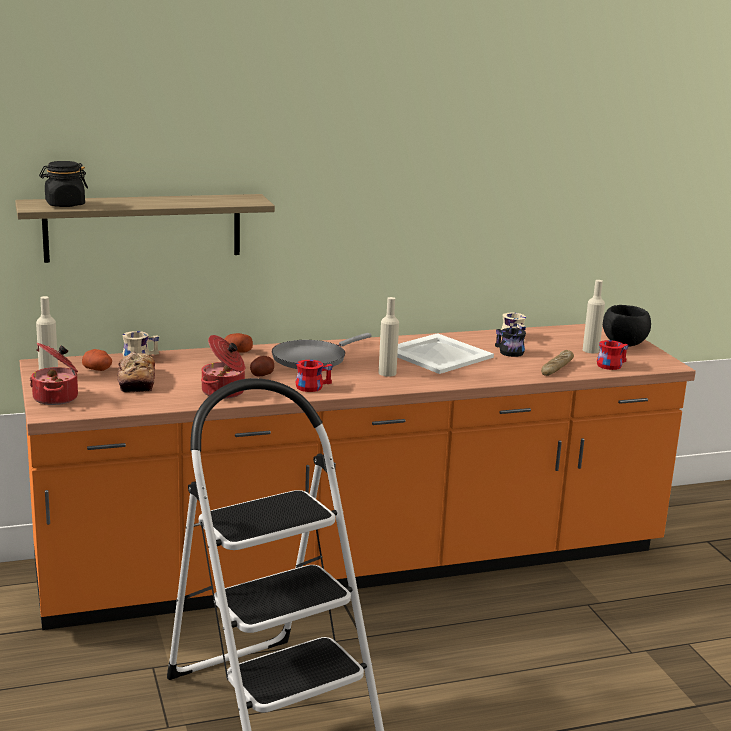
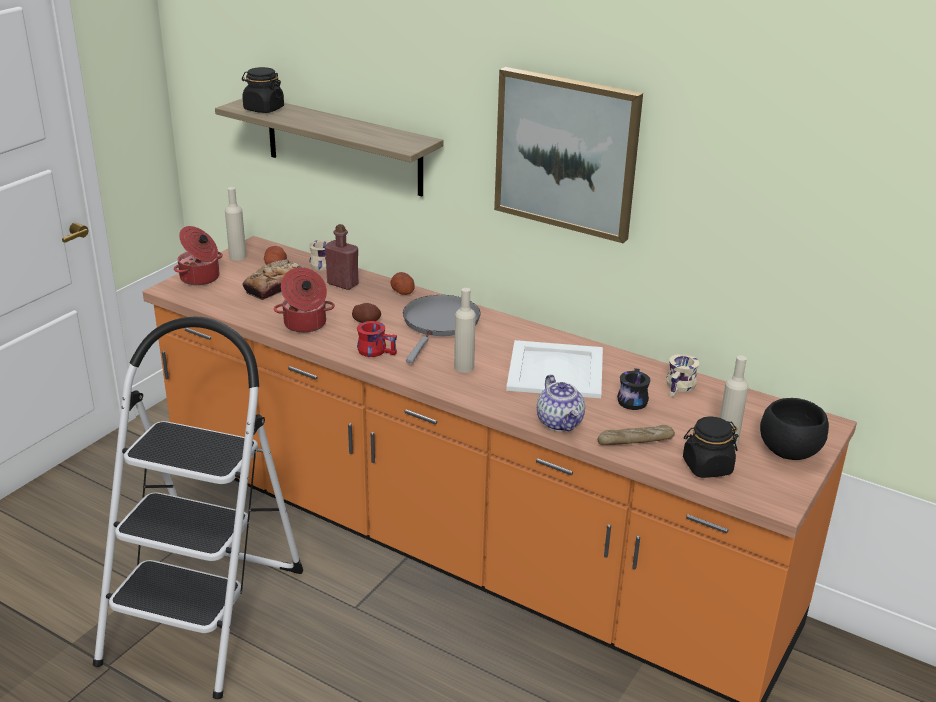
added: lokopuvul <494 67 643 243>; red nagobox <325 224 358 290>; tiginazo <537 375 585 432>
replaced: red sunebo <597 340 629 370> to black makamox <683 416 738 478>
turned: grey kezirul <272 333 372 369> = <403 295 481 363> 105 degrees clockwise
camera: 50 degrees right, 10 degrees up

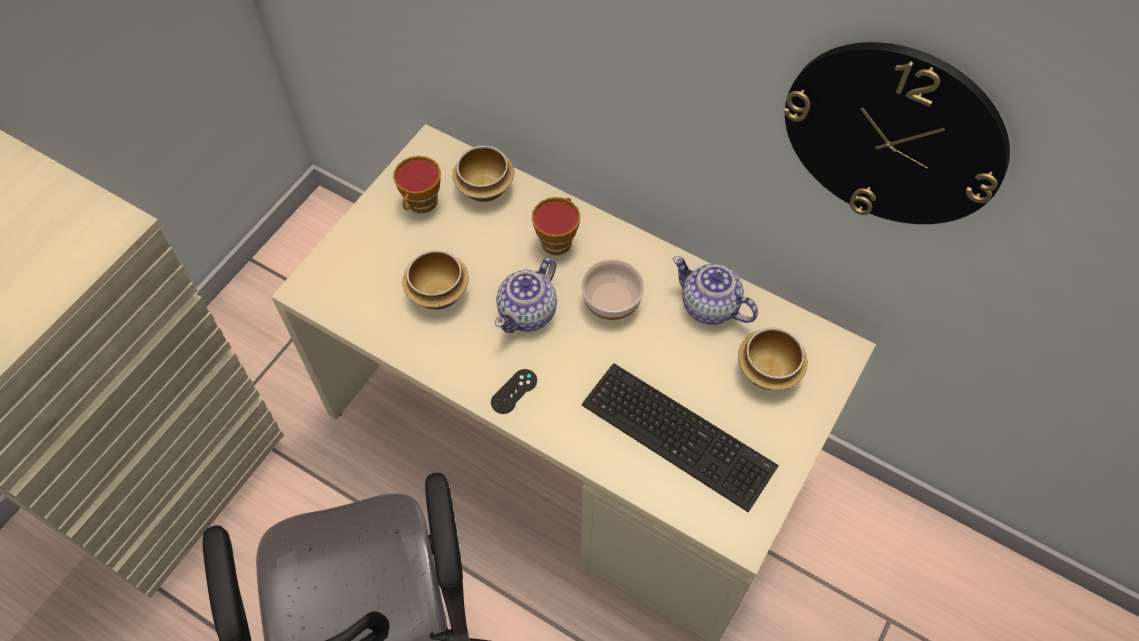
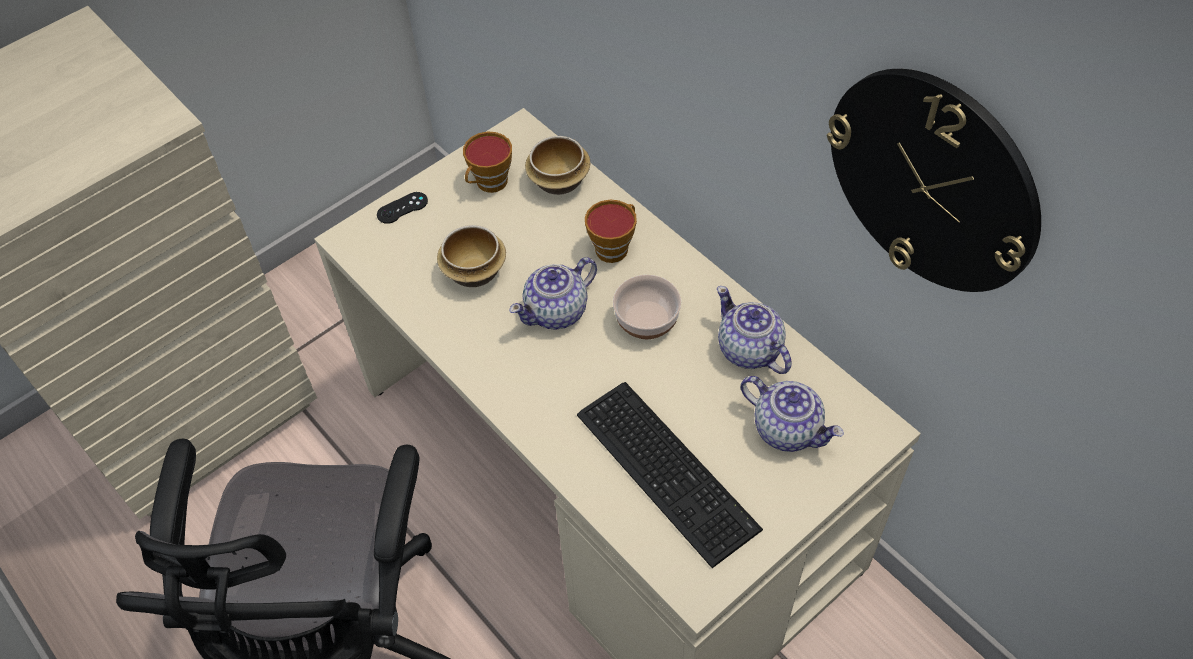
moved: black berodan <491 369 537 414> to <377 192 428 224>
replaced: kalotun <738 328 807 390> to tiginazo <741 376 844 452>
camera: 20 degrees right, 5 degrees down

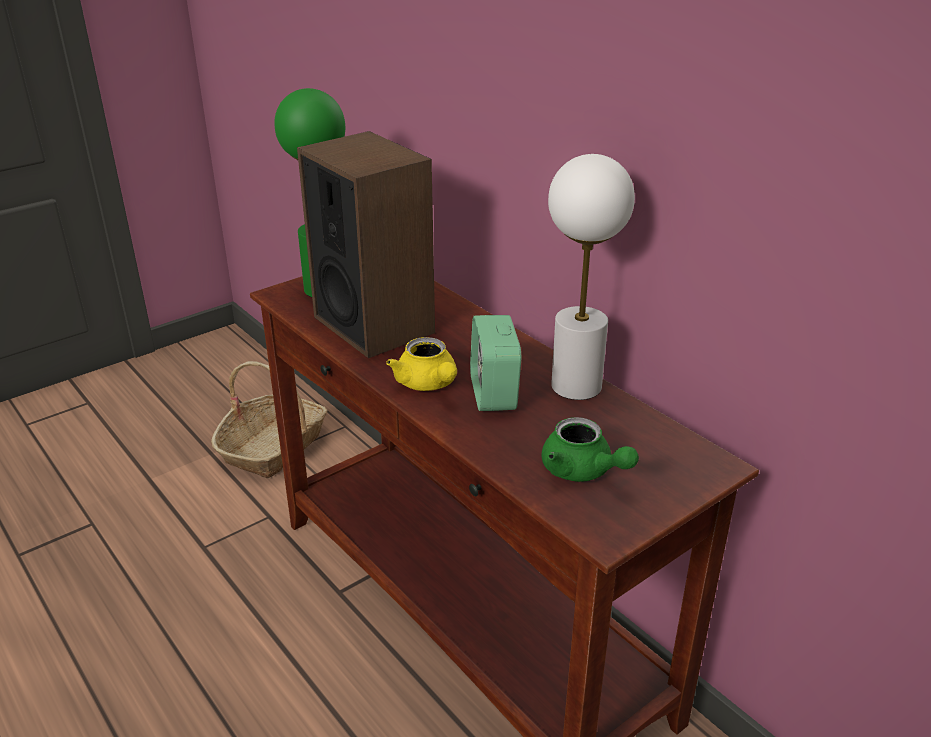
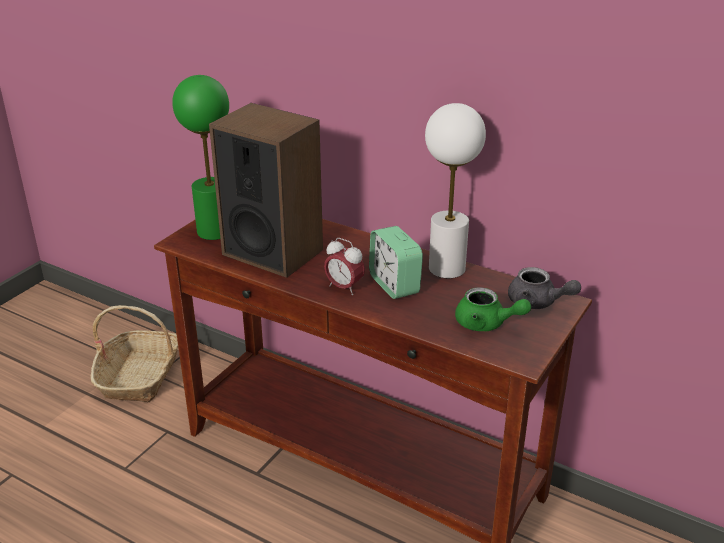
added: grey tiginazo <508 267 581 309>
replaced: yellow tiginazo <386 337 457 391> to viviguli <324 238 365 295>
camera: 20 degrees left, 0 degrees up

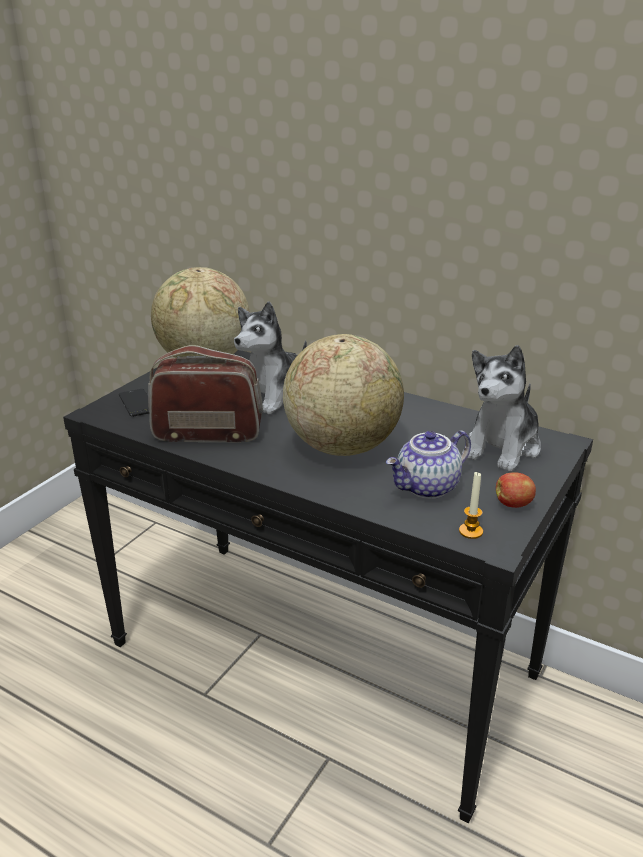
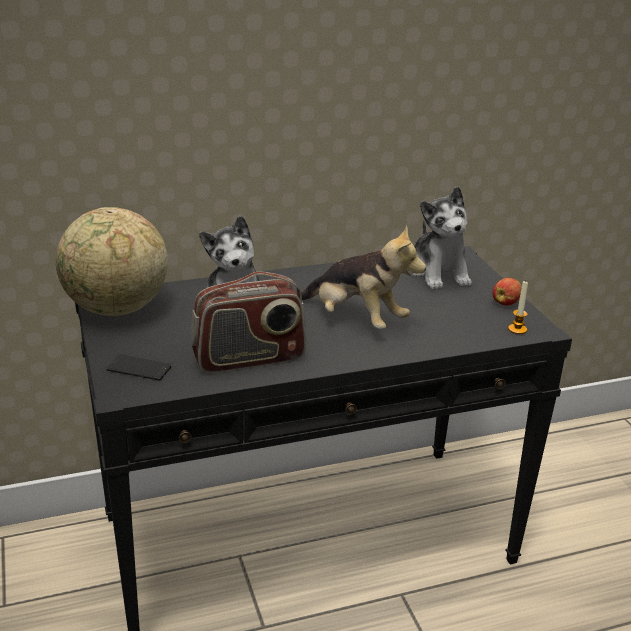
removed: tiginazo <386 430 471 499>
replaced: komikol <283 334 404 456> to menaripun <301 225 426 329>
turned: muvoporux <148 345 263 442> = <191 271 306 373> 150 degrees counterclockwise
camera: 50 degrees left, 0 degrees up

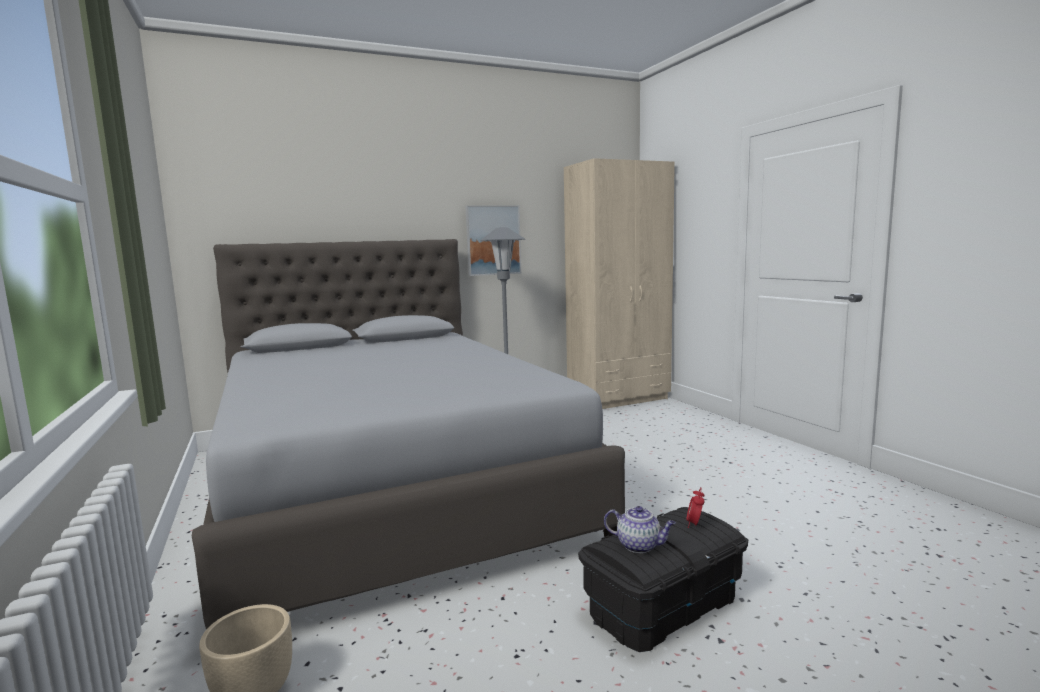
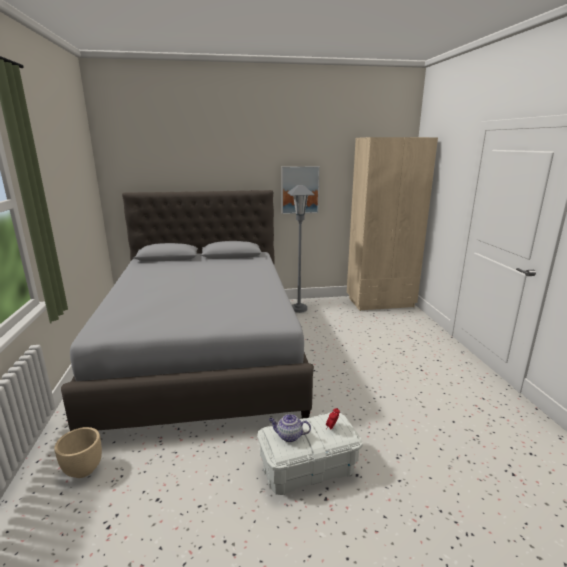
recoloured: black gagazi <578 507 748 652> to white gagazi <257 412 363 495>
turned: tiginazo <604 506 676 553> = <269 414 311 442> 150 degrees clockwise
camera: 15 degrees right, 10 degrees up

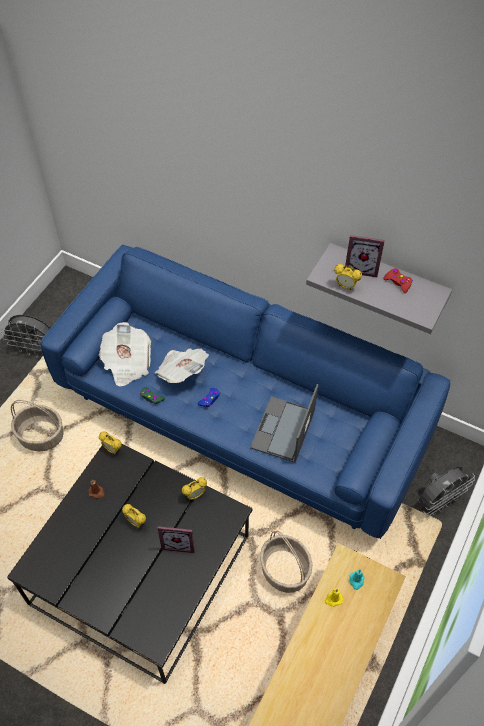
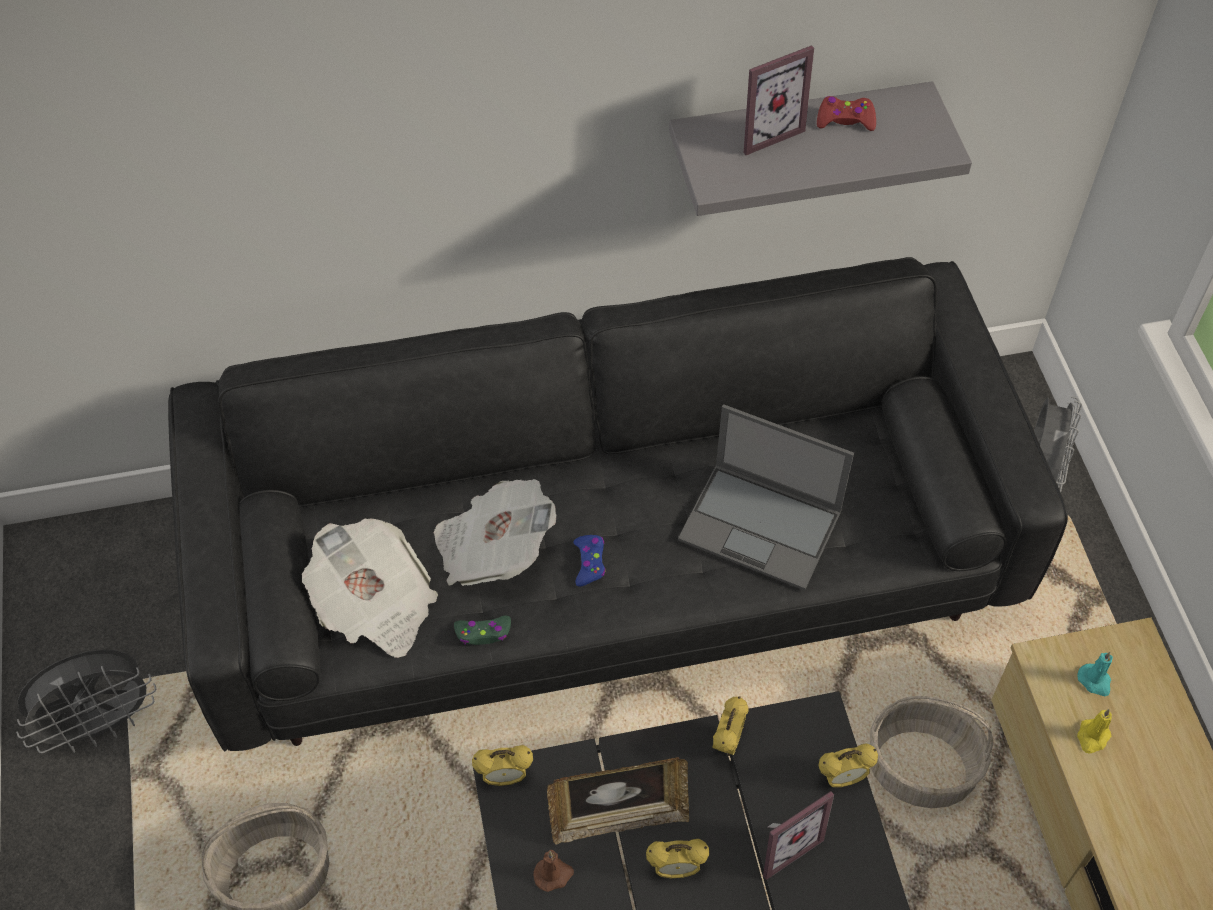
added: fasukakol <547 757 689 844>
moved: viviguli <334 264 362 290> to <818 744 878 787>
recoloured: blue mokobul <41 245 450 539> to black mokobul <168 257 1068 751>
turned: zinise <250 384 318 463> = <678 404 854 590> 45 degrees counterclockwise
camera: 40 degrees left, 0 degrees up

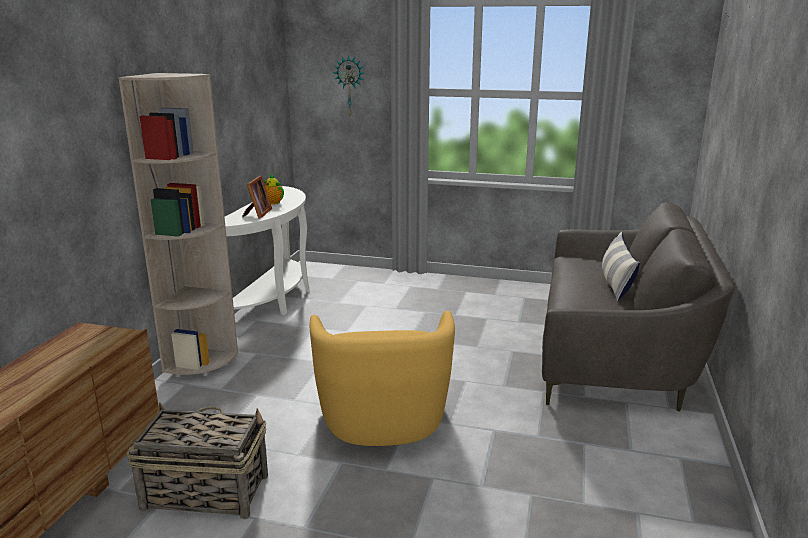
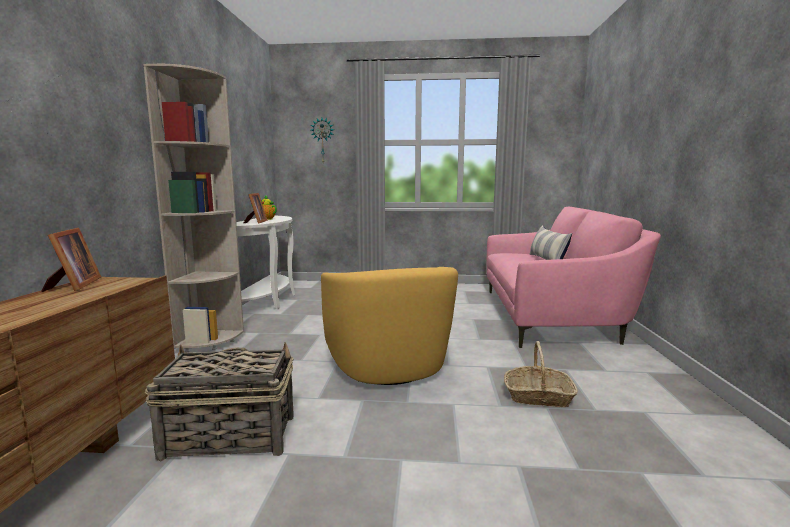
added: fasukakol <41 228 101 292>; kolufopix <504 341 578 407>
recoloured: grey mokobul <542 202 734 411> to pink mokobul <487 207 661 348>
camera: 10 degrees left, 10 degrees down

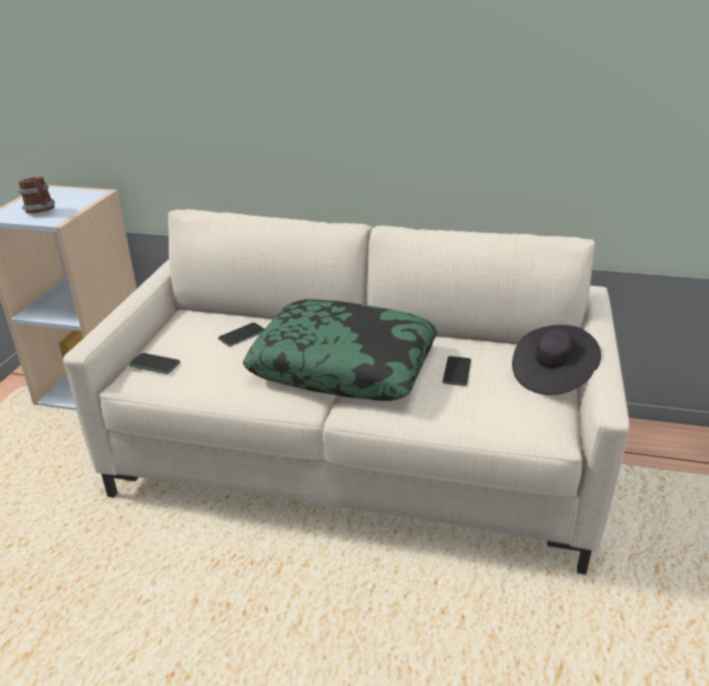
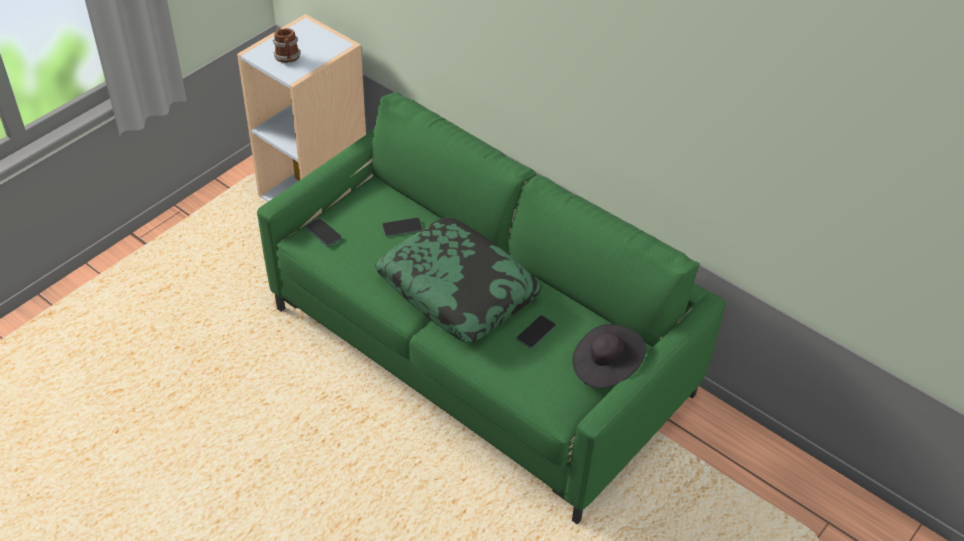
recoloured: beige mokobul <63 209 629 575> to green mokobul <257 92 726 524>
camera: 25 degrees right, 15 degrees up

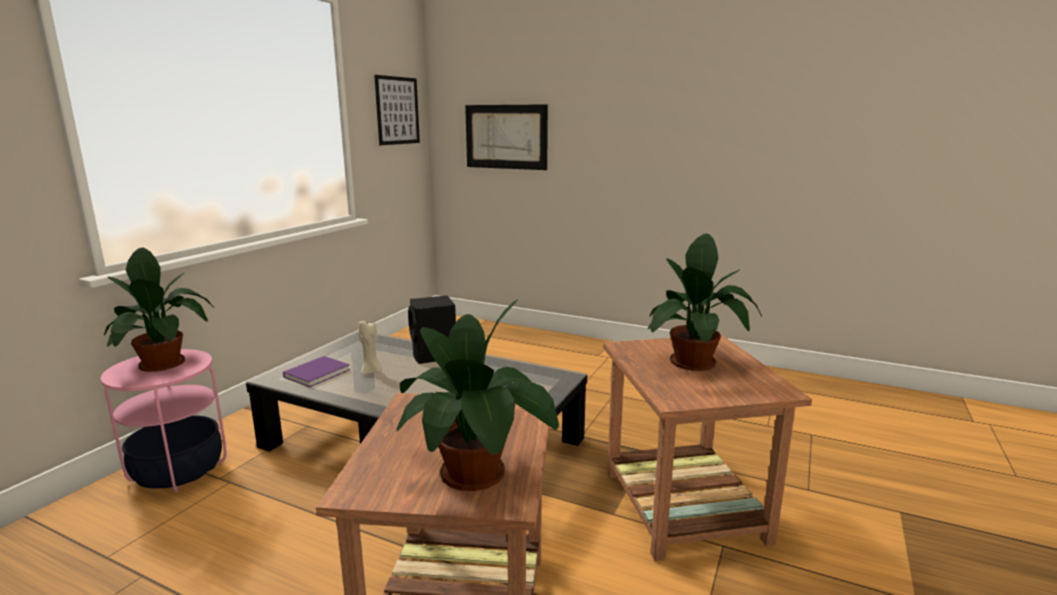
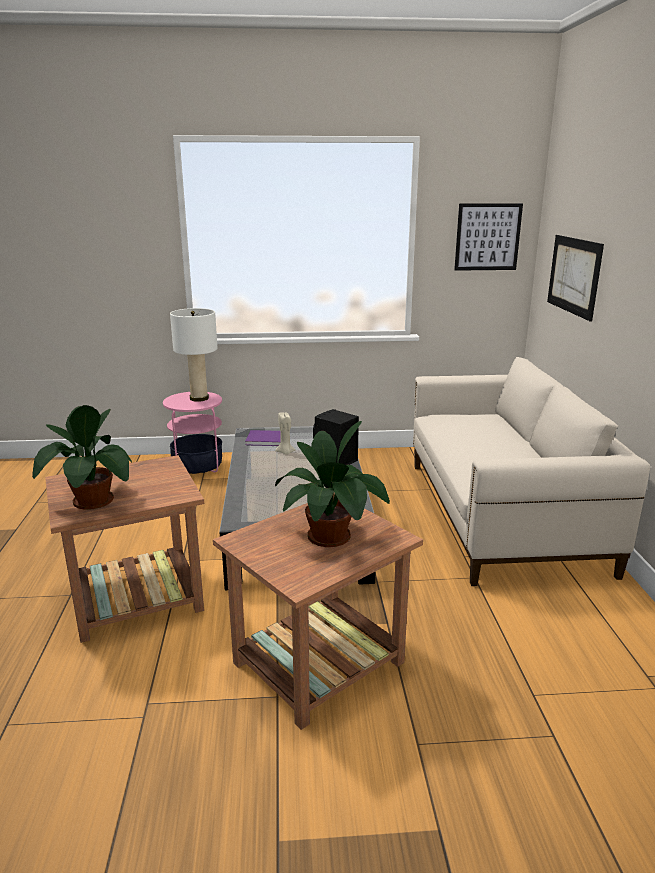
added: beige mokobul <413 357 650 586>
replaced: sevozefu <104 248 214 372> to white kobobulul <170 308 217 402>
camera: 60 degrees right, 5 degrees up

